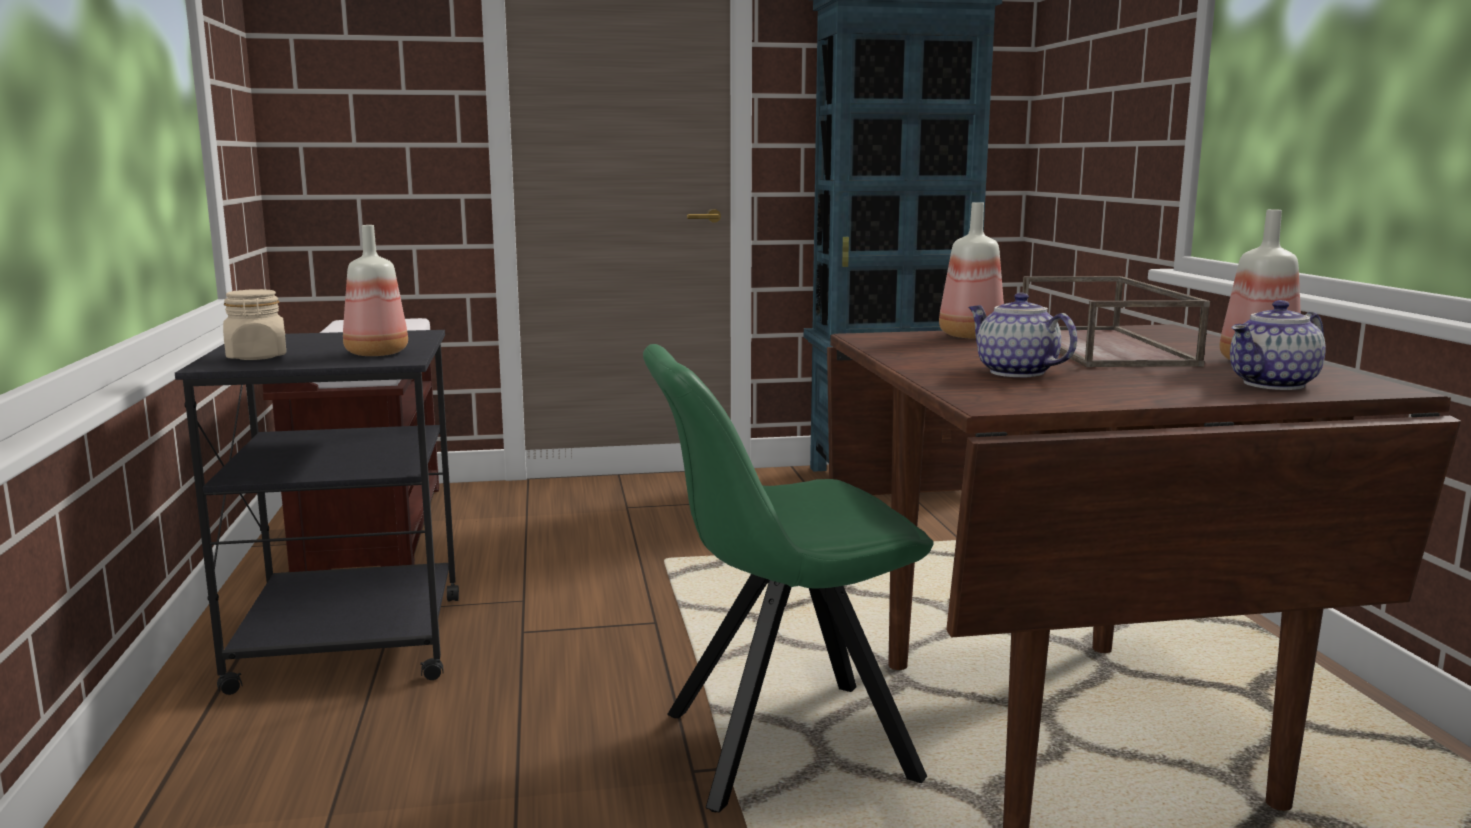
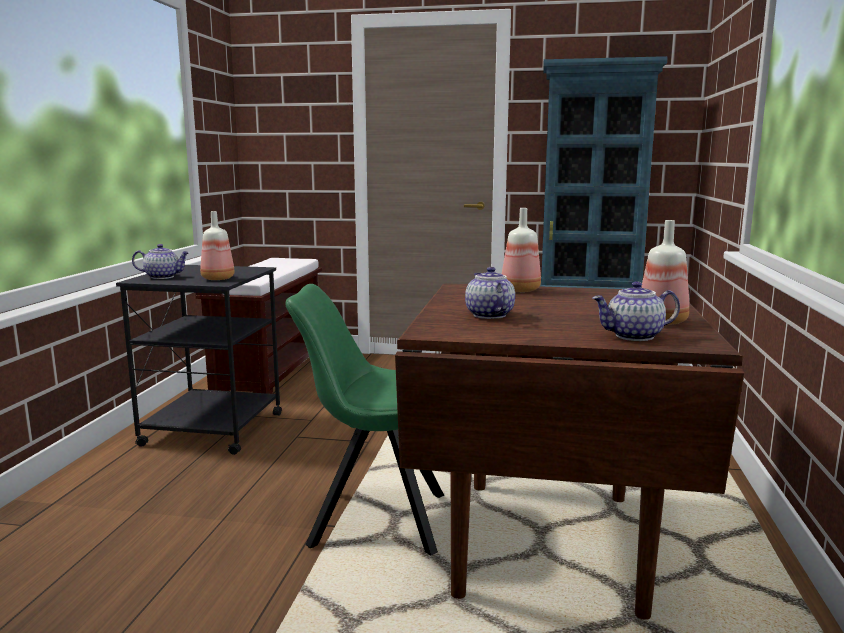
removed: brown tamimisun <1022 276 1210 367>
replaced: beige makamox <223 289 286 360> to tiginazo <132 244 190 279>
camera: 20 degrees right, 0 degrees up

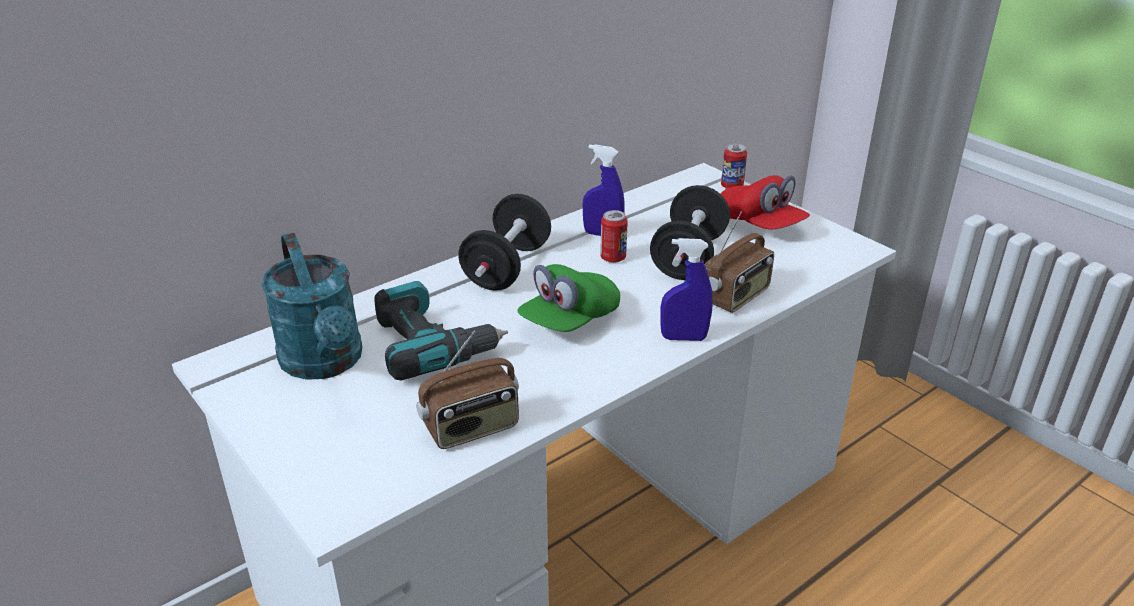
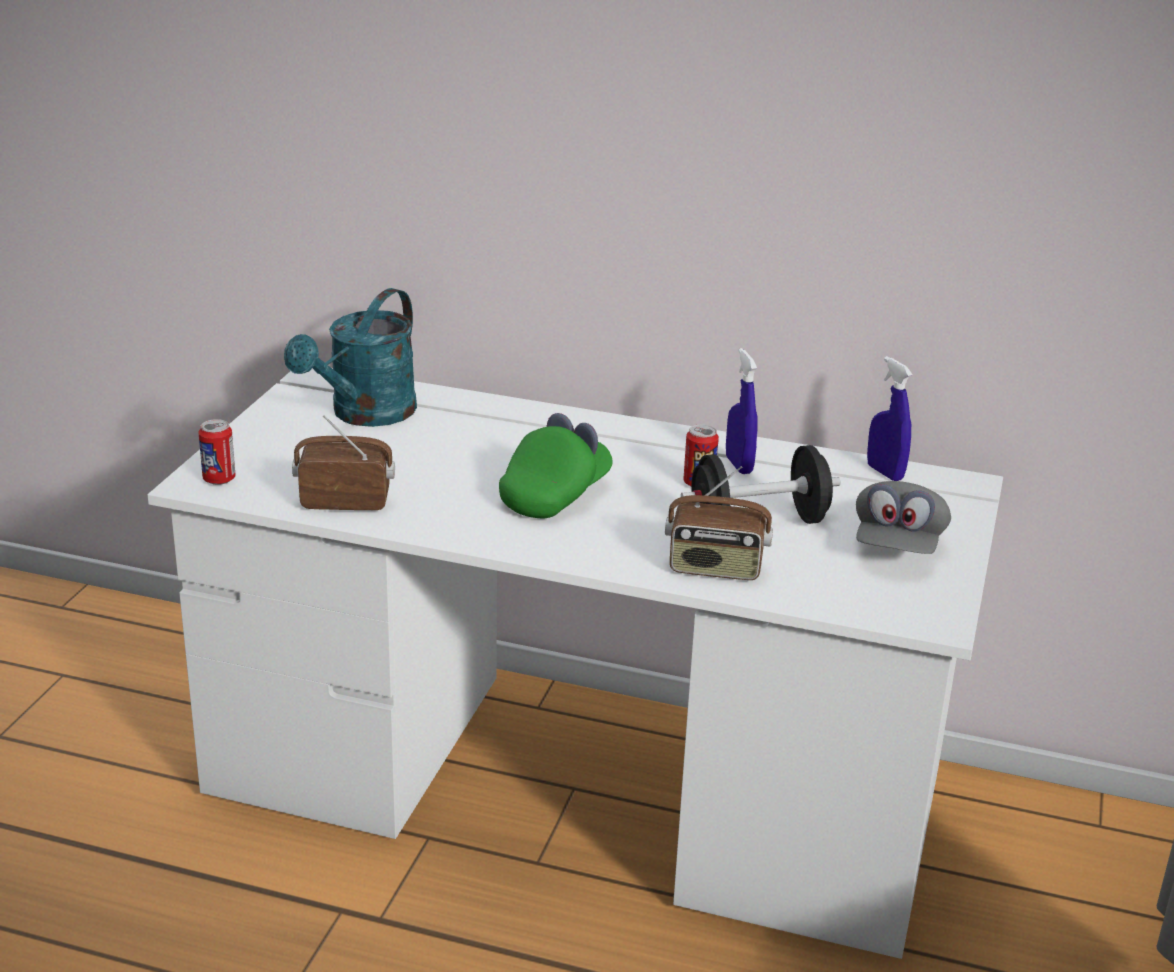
removed: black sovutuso <458 194 551 291>; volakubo <374 281 508 381>
moved: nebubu <721 144 747 189> to <198 419 235 485>; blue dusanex <660 238 713 341> to <867 356 913 481>
recoloured: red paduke <721 175 810 230> to grey paduke <856 481 951 554>
turned: green paduke <517 264 620 332> = <499 413 613 518> 120 degrees clockwise; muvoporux <416 330 519 449> = <292 415 395 510> 150 degrees clockwise
camera: 55 degrees right, 5 degrees down

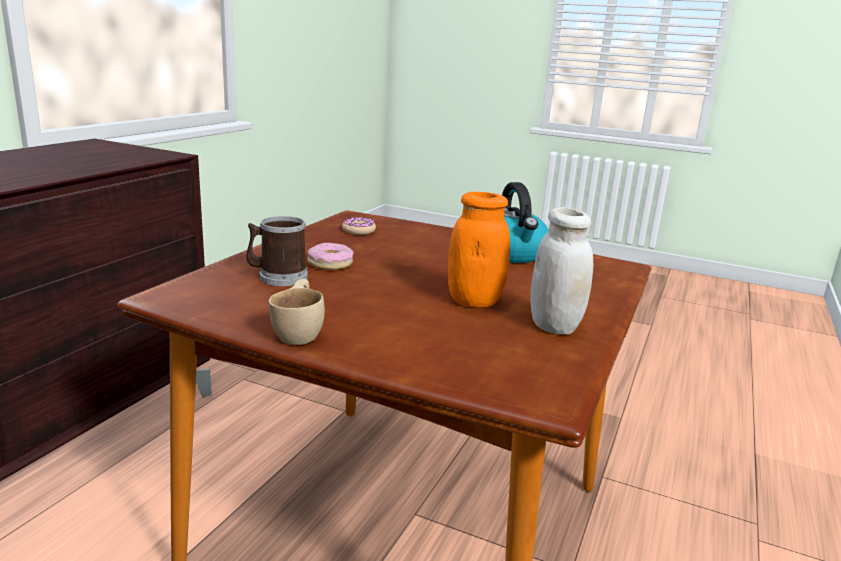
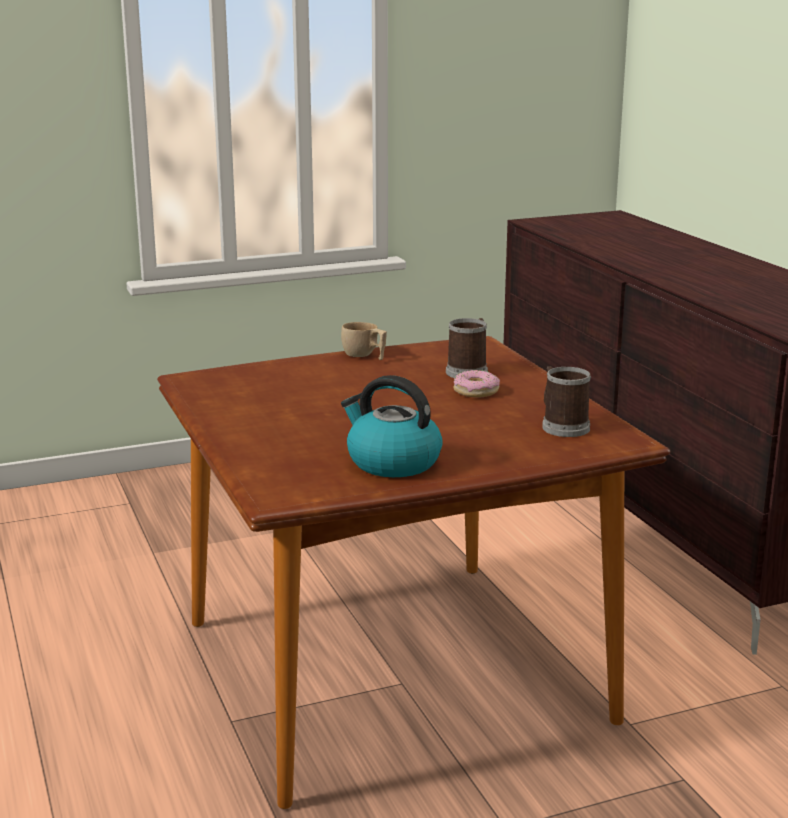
removed: orange makamox <448 192 510 308>; white makamox <530 207 593 334>
replaced: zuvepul <342 217 376 235> to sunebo <542 366 591 437>
camera: 135 degrees right, 0 degrees up

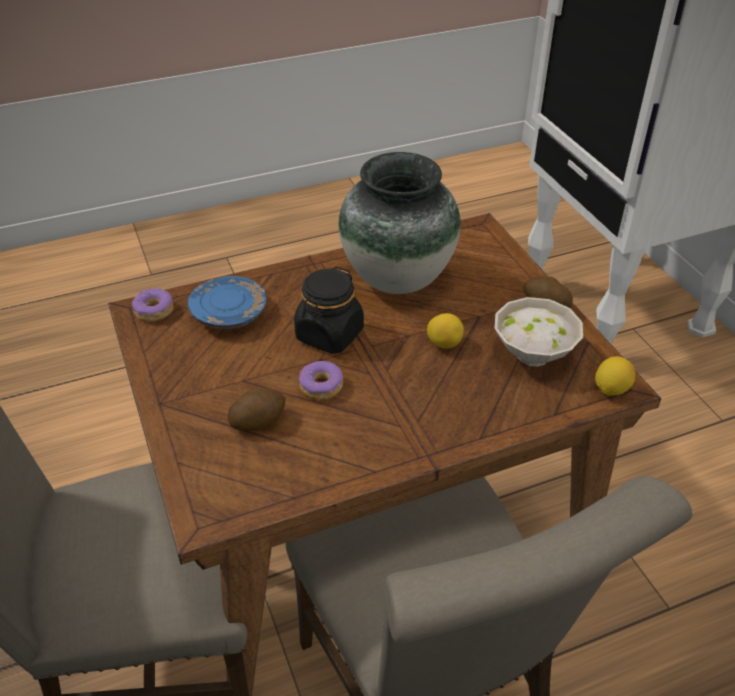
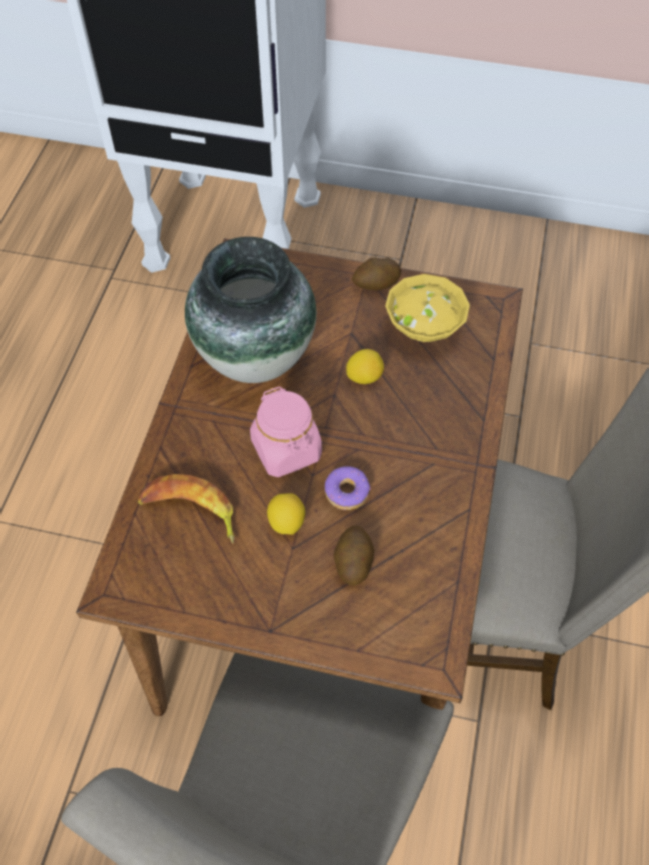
removed: zuvepul <132 288 173 322>
moved: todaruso <595 356 635 396> to <267 493 305 535>
replaced: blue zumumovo <188 276 267 329> to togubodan <137 474 234 544>
recoloured: black makamox <294 266 364 354> to pink makamox <250 386 322 477>; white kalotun <494 297 583 367> to yellow kalotun <385 274 470 342>
camera: 55 degrees left, 15 degrees up

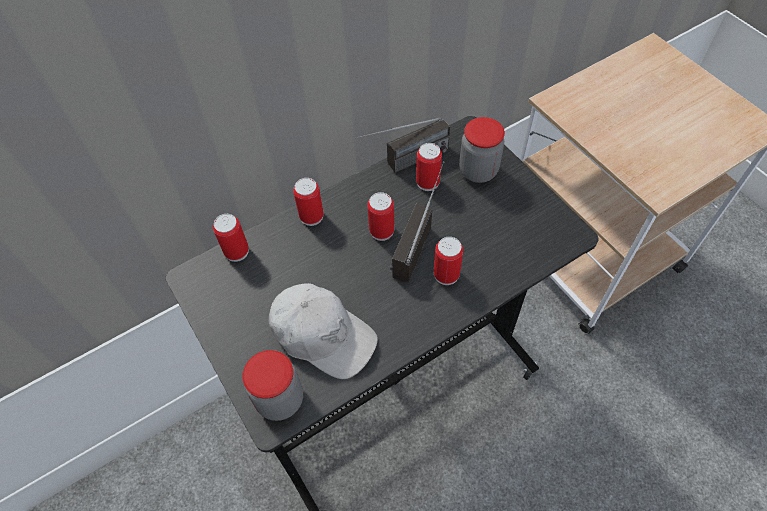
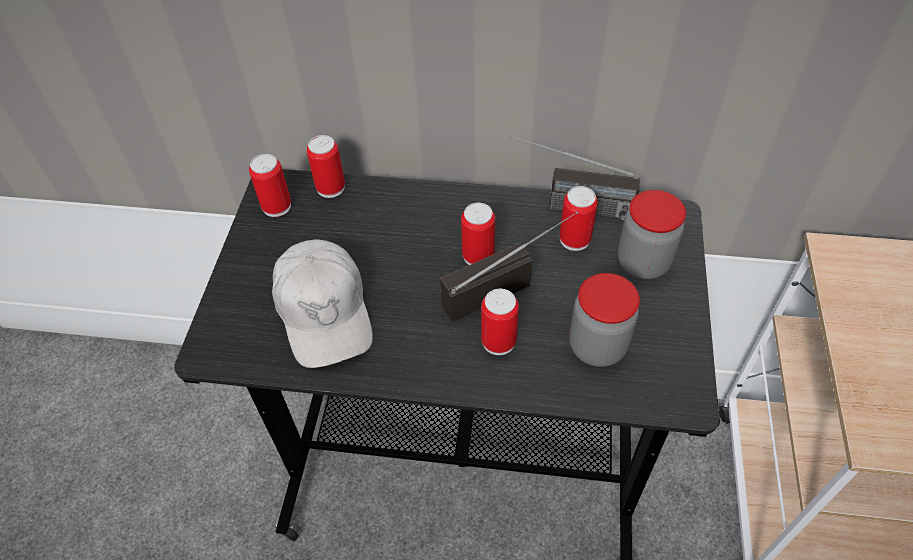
moved: nebubu <293 178 324 226> to <249 154 291 217>; makamox <242 350 303 421> to <569 273 640 367>
camera: 40 degrees right, 5 degrees down

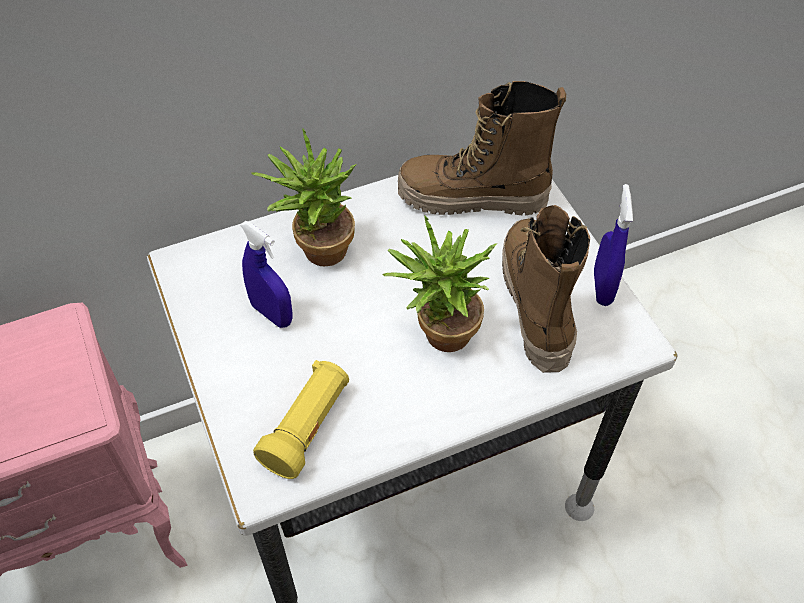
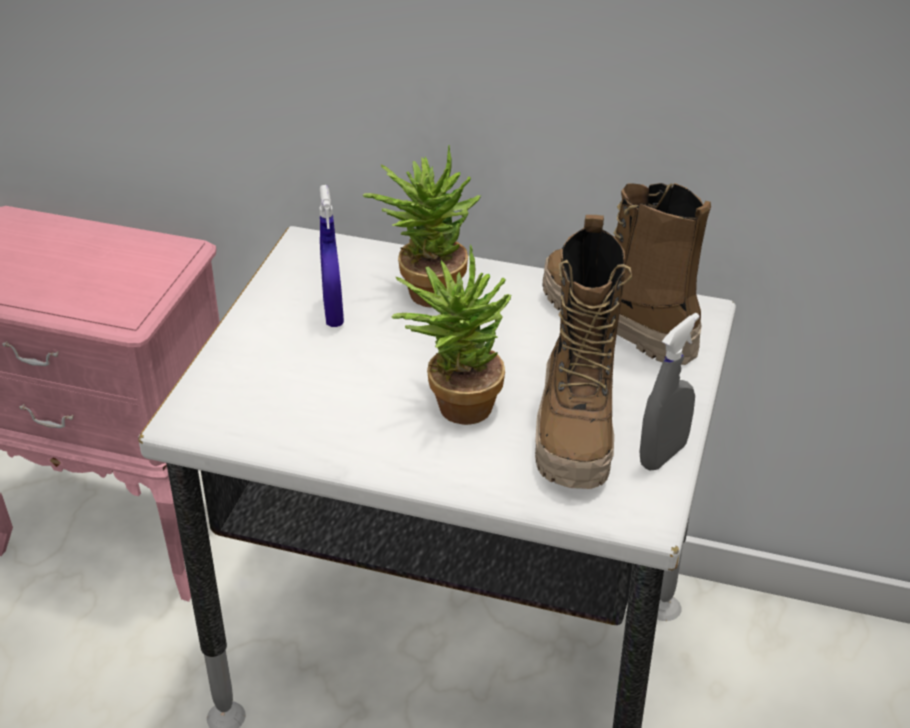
removed: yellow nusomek <253 360 349 479>
recoloured: blue dusanex <594 184 633 306> to grey dusanex <640 313 700 471>
turned: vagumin <502 205 590 373> = <535 215 632 489> 150 degrees clockwise
camera: 40 degrees right, 15 degrees down

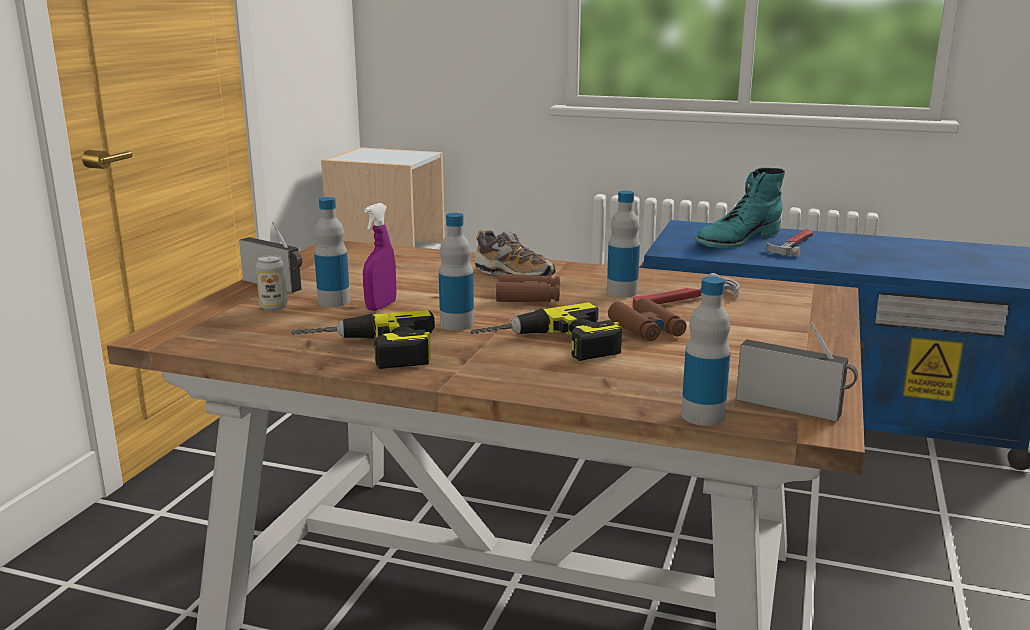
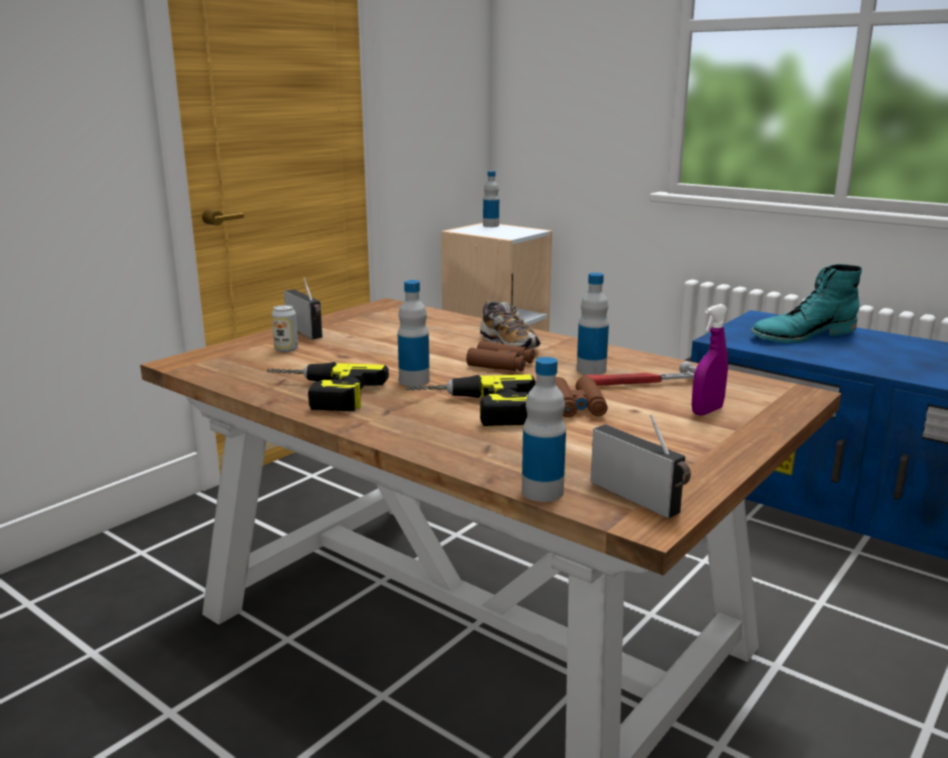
removed: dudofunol <766 229 813 257>
moved: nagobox <314 197 350 307> to <483 171 499 227>; purple dusanex <363 203 396 311> to <692 304 728 416>
camera: 20 degrees right, 0 degrees up

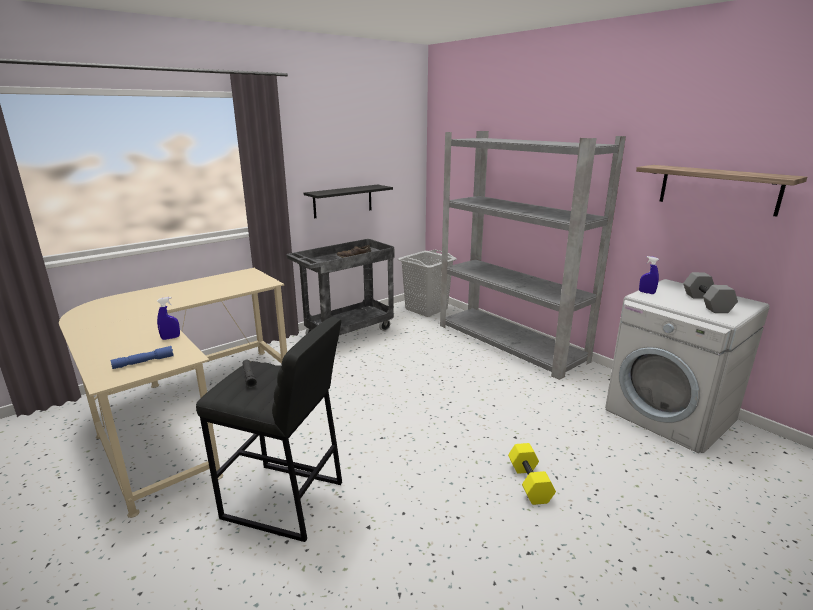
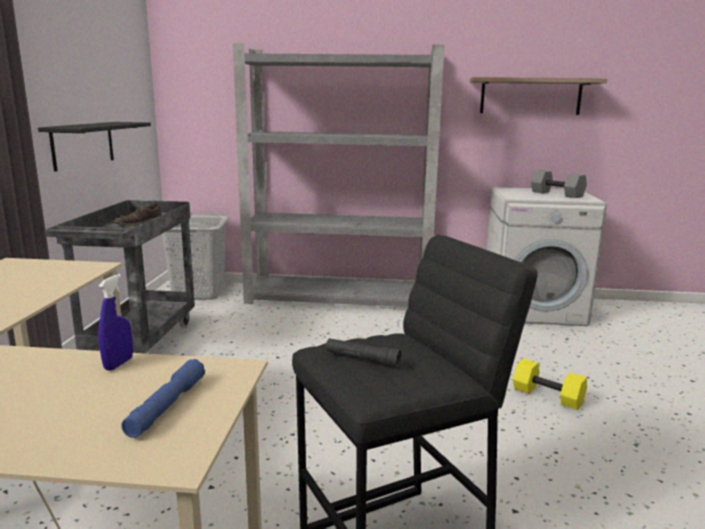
removed: blue dusanex <639 256 659 294>
camera: 45 degrees left, 5 degrees down

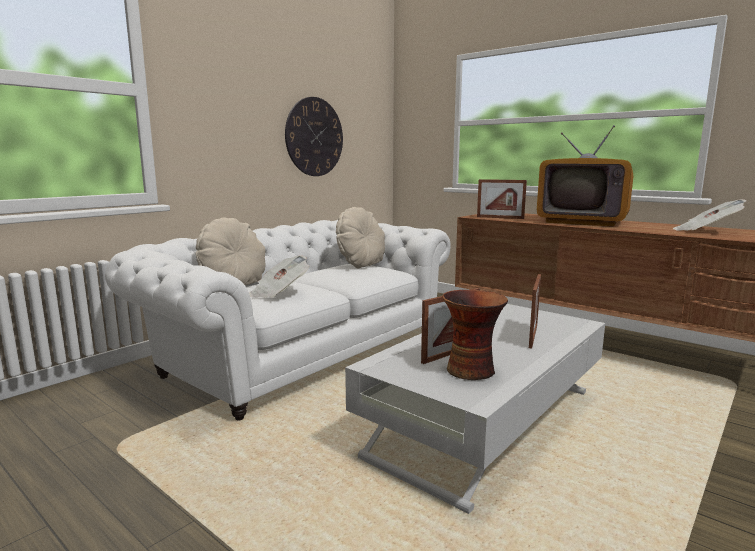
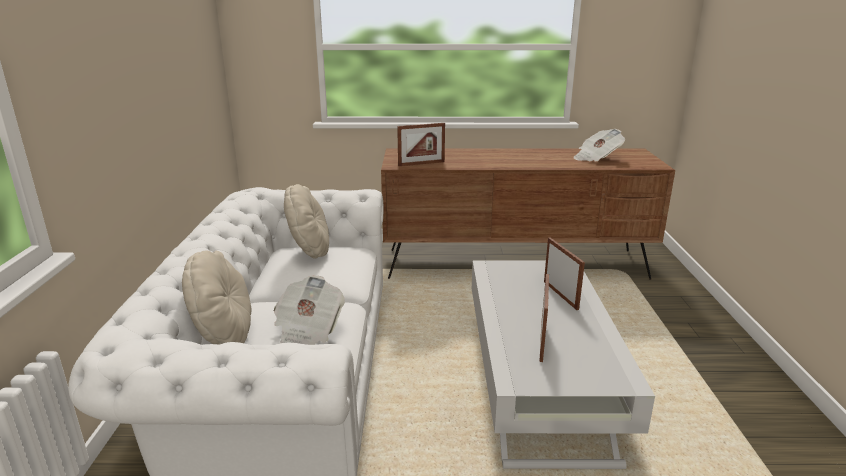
removed: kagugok <285 97 343 176>; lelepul <537 125 633 227>; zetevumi <442 290 508 380>
camera: 40 degrees left, 10 degrees up

